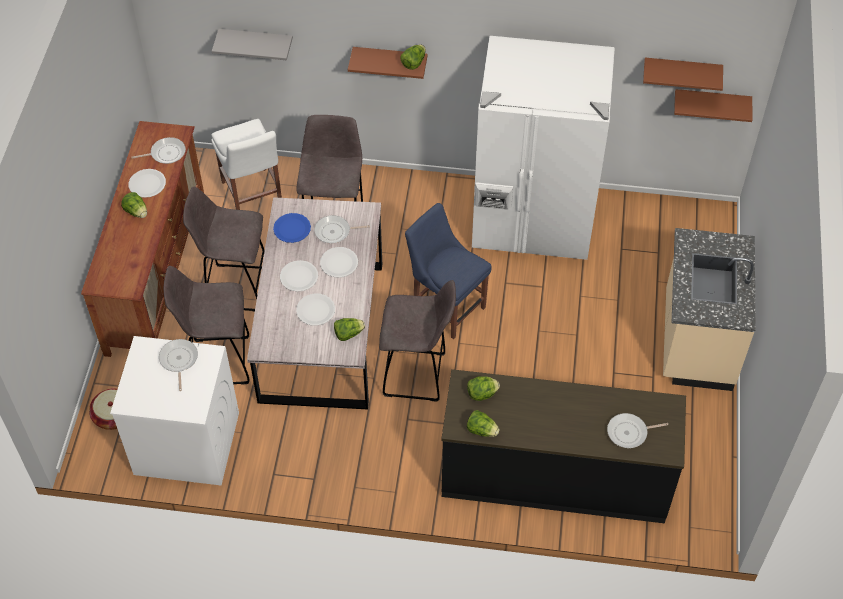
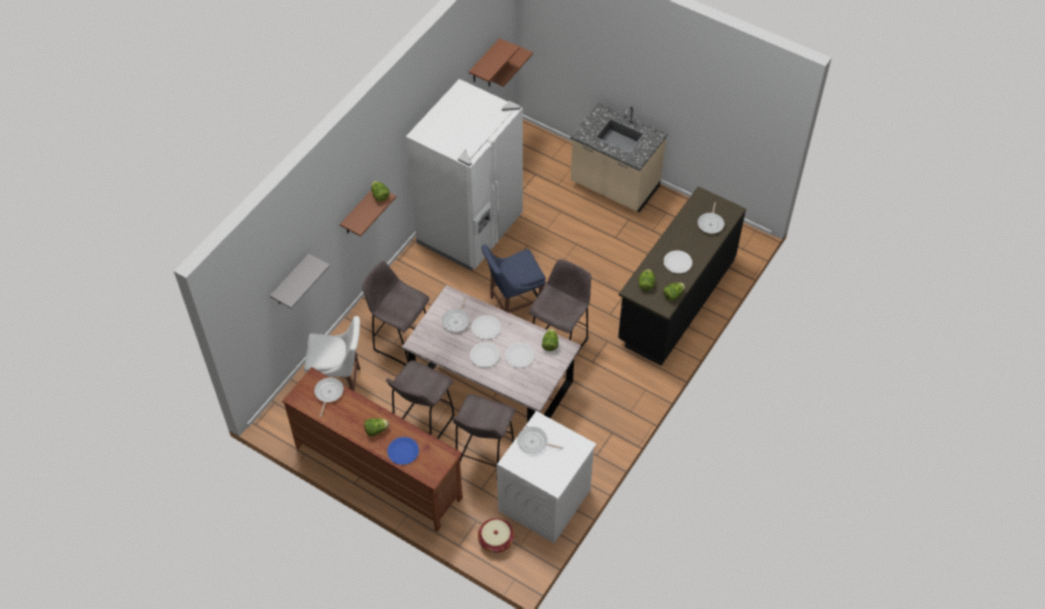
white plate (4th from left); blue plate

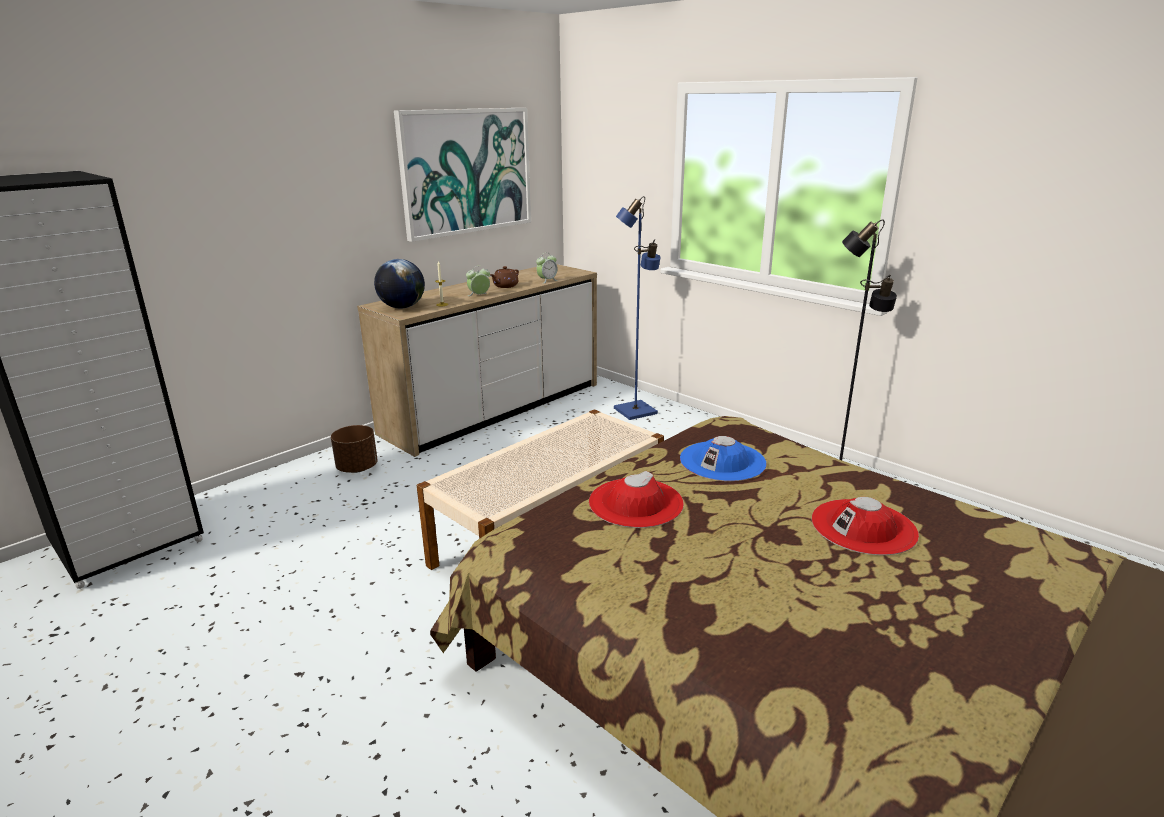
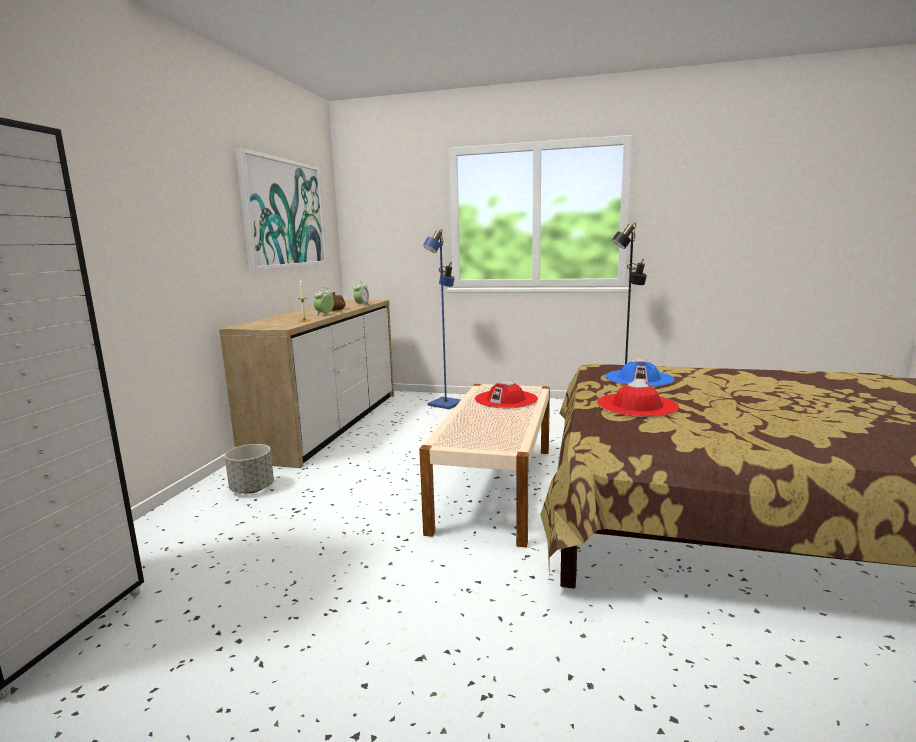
grey planter; globe; red hat (1st from left)

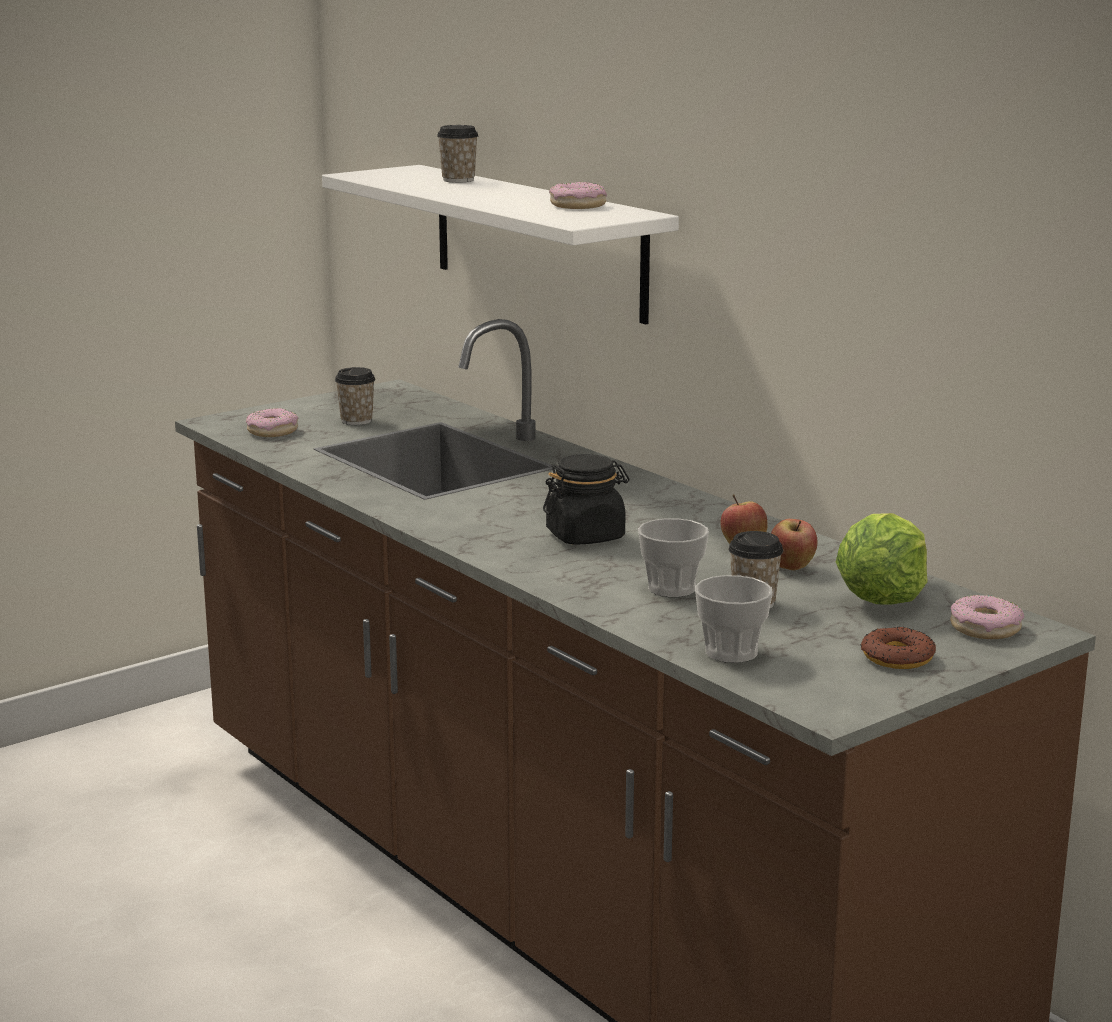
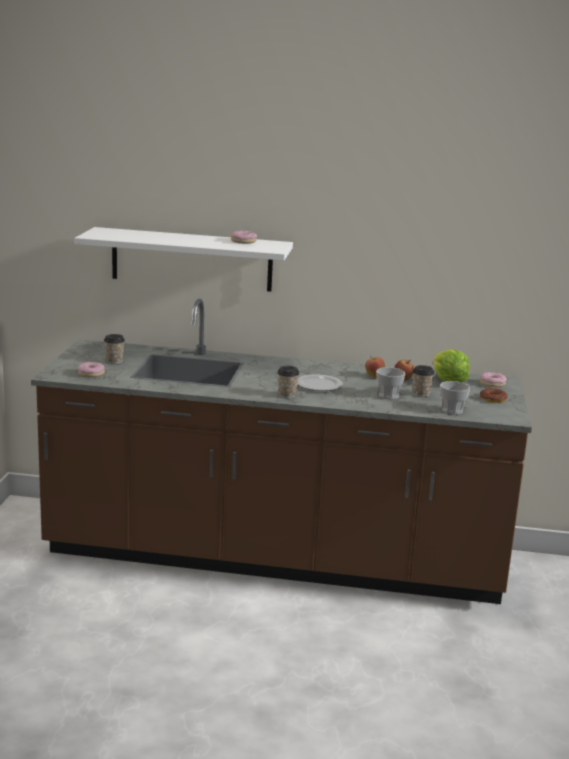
cup (2nd from left); plate

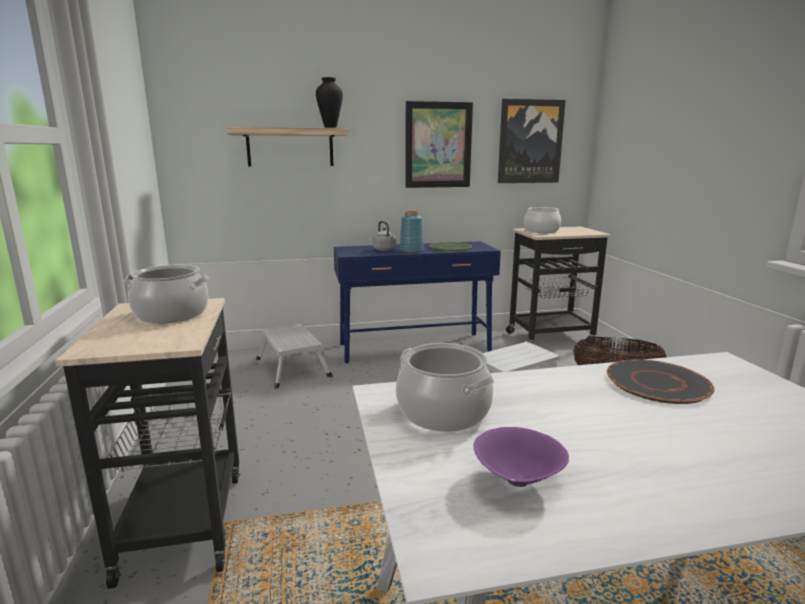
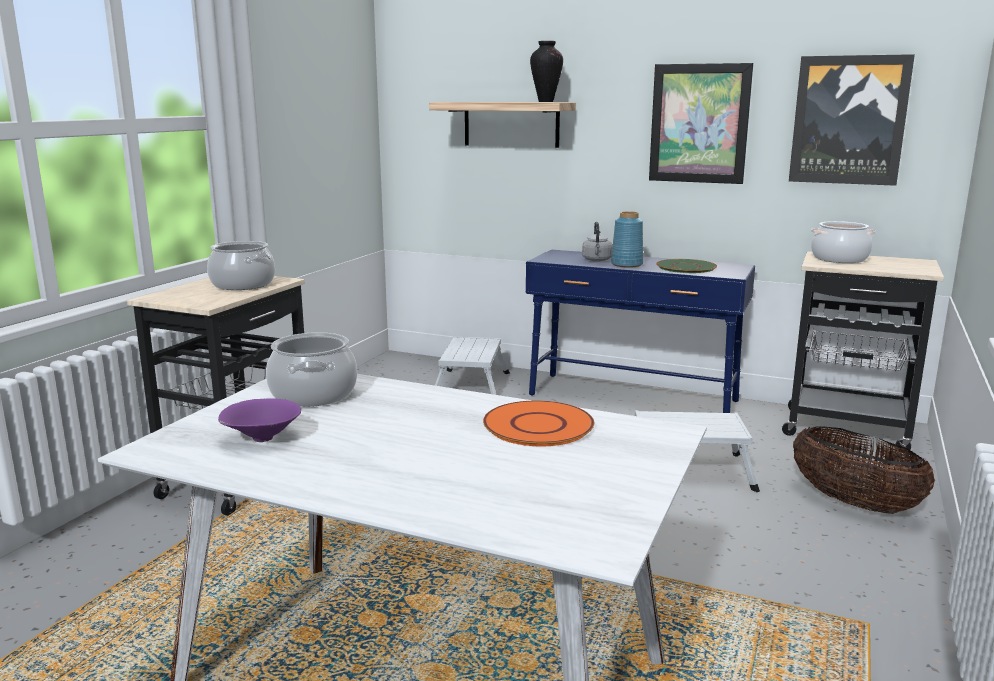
orange plate

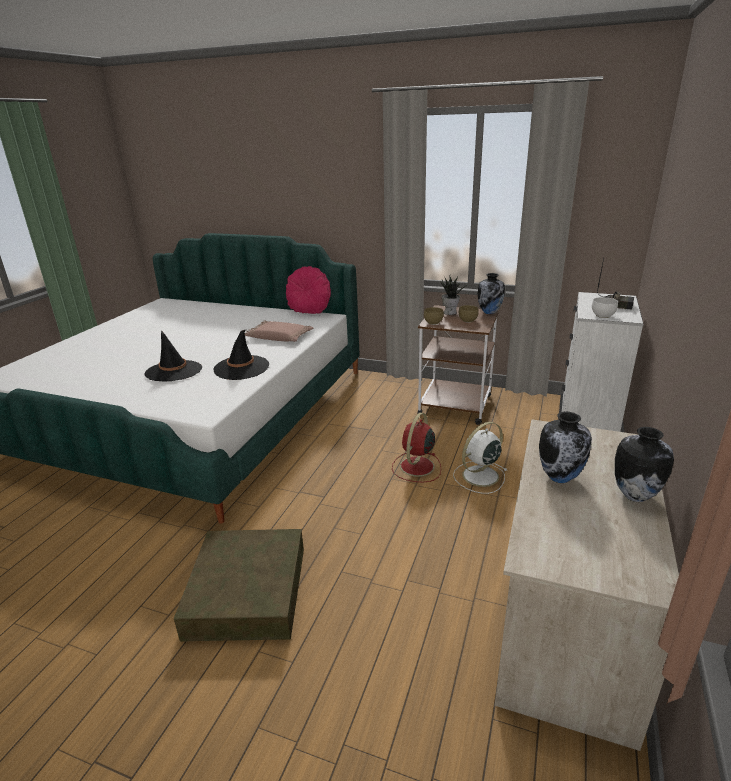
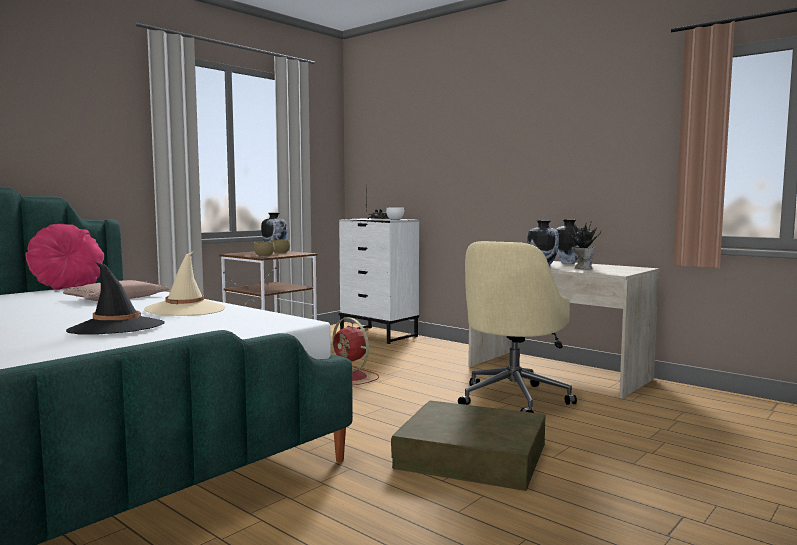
beige hat; potted plant; white fan; beige office chair

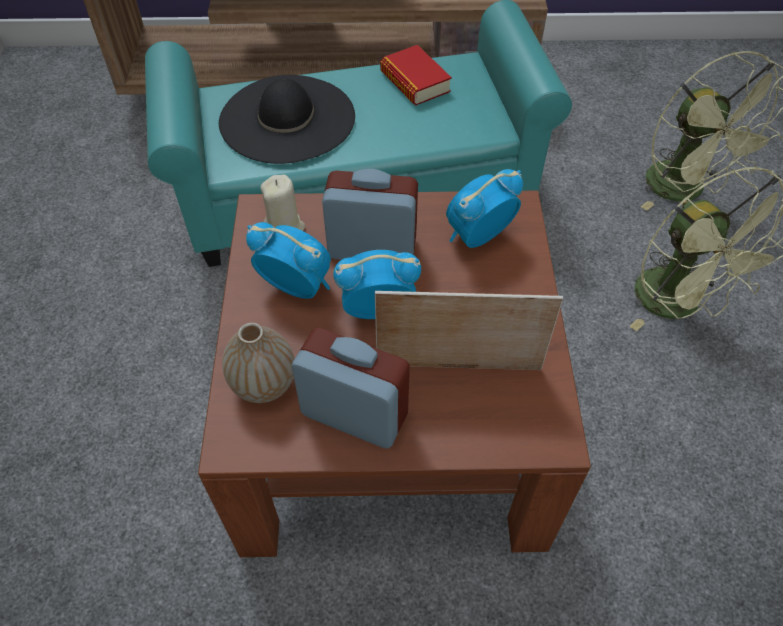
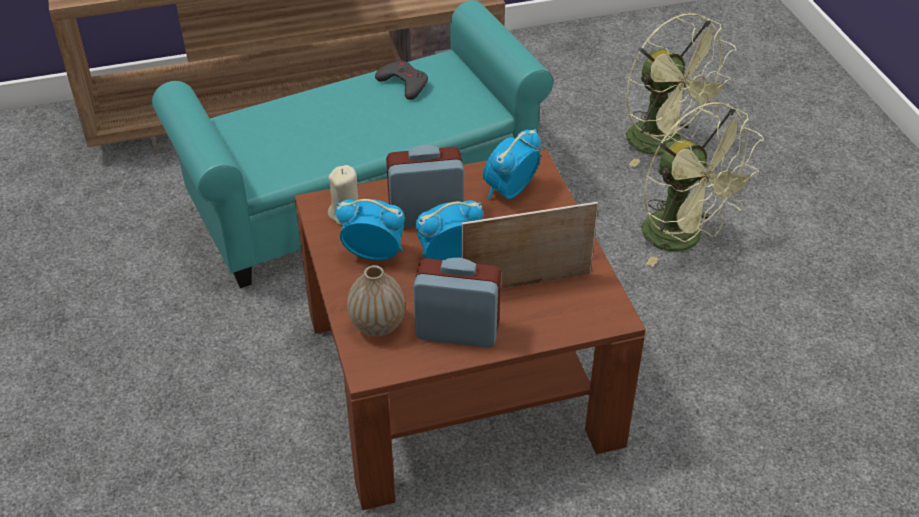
black hat; grey game controller

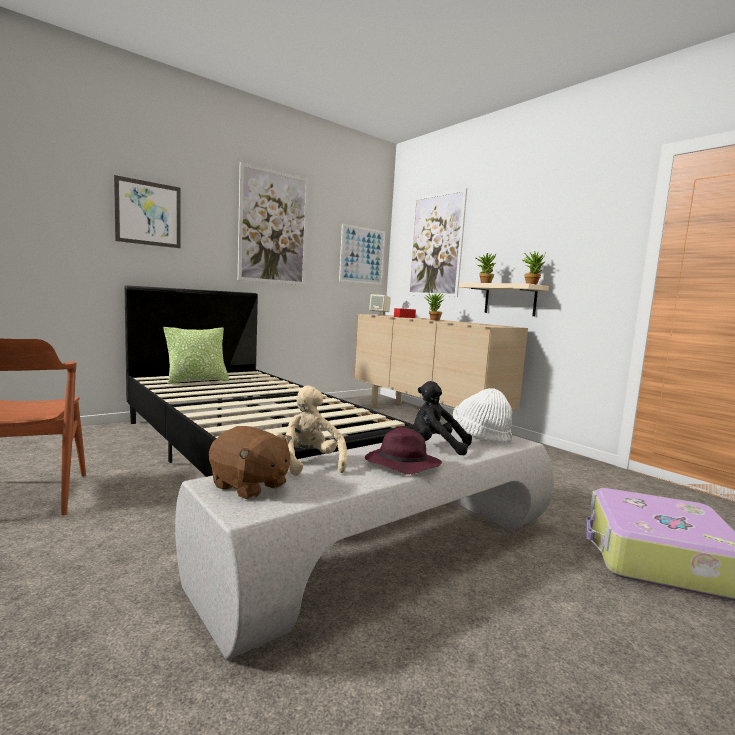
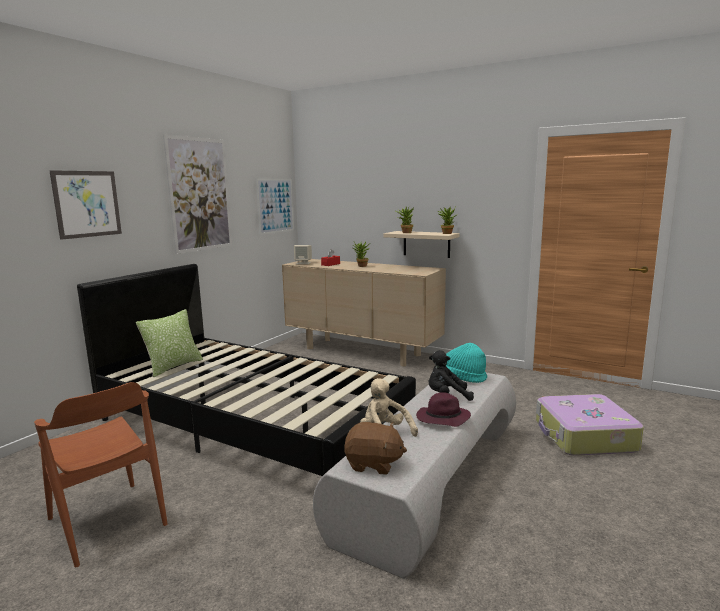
picture (4th from left in the first image); turquoise hat

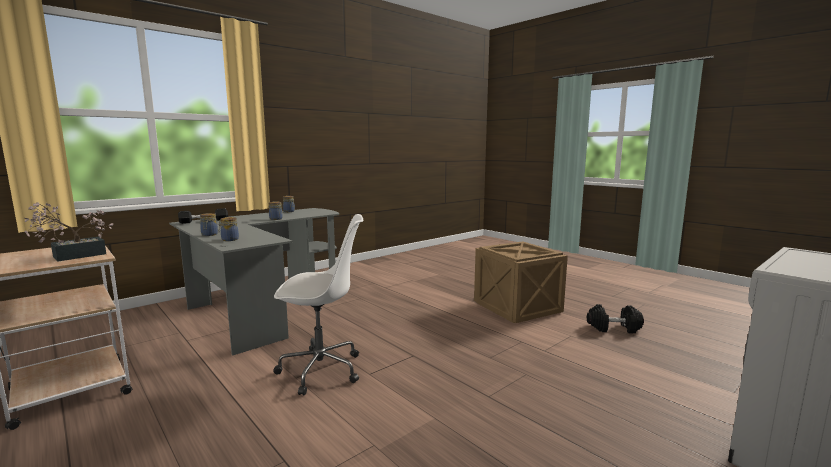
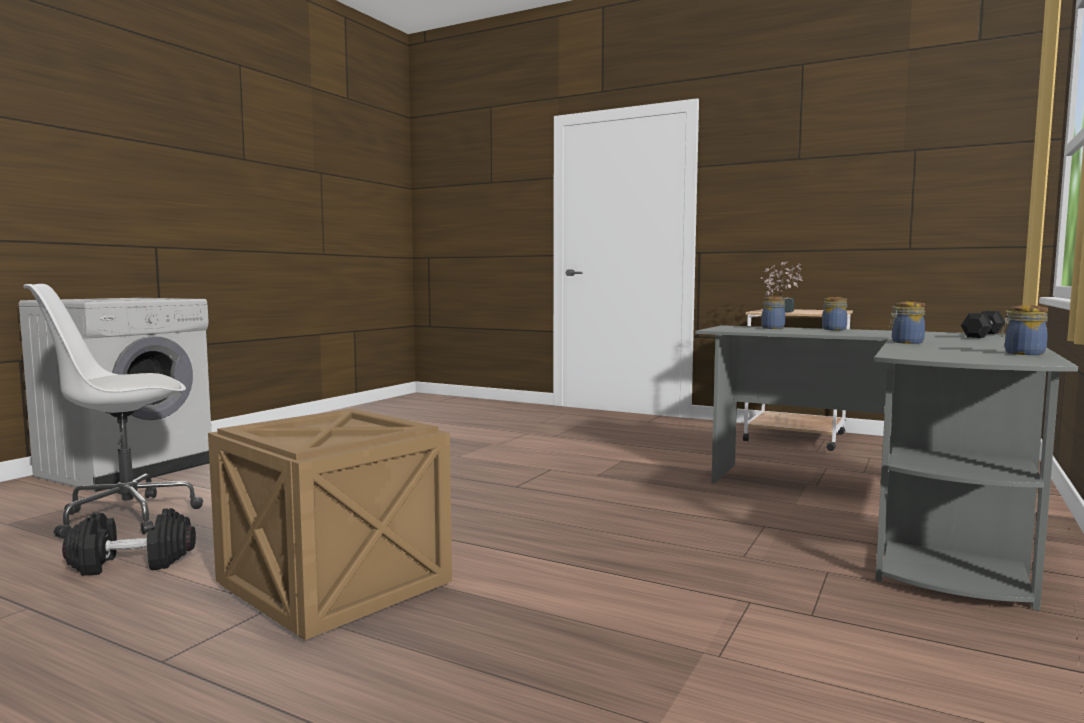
white office chair

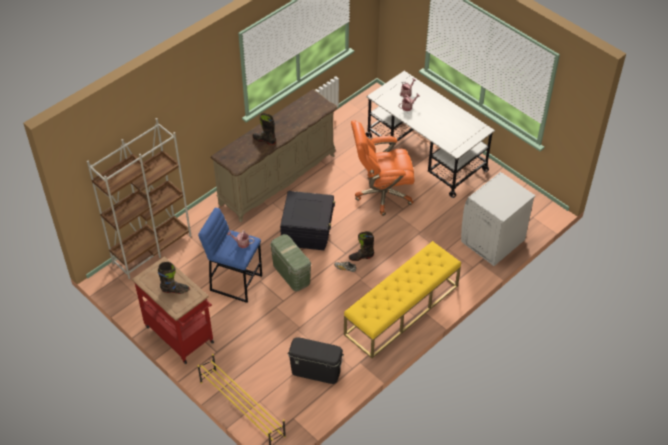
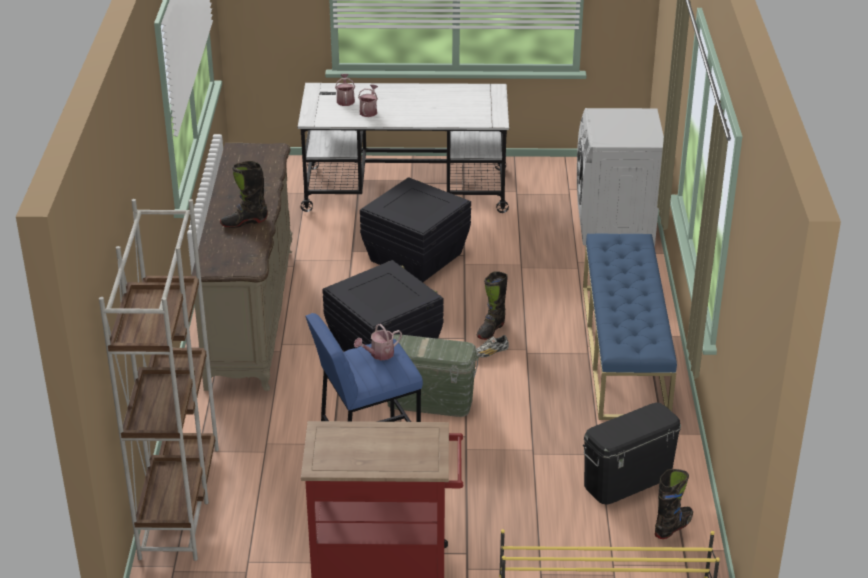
black boot (3rd from left); blue bench; black storage box (2nd from left)

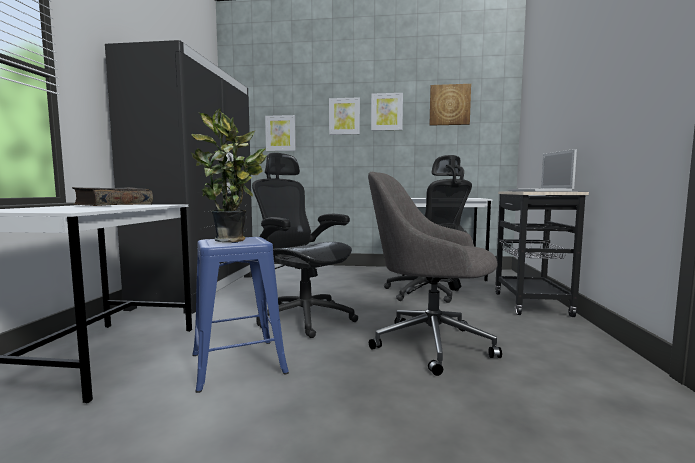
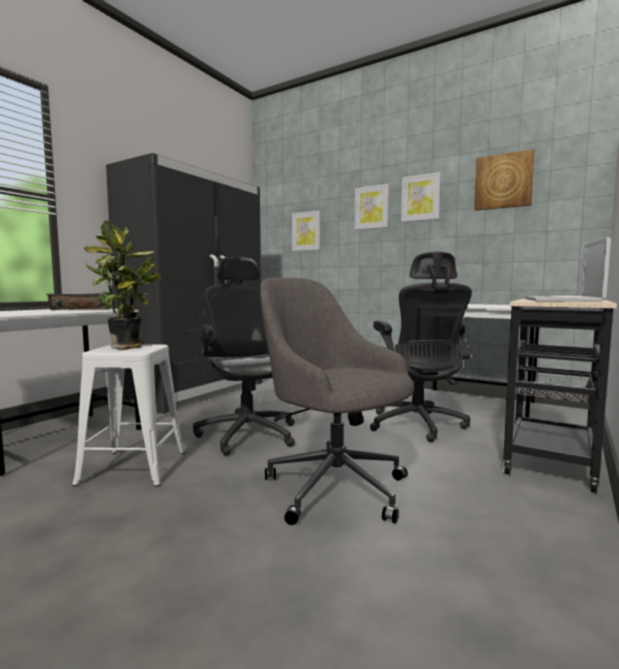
white stool

